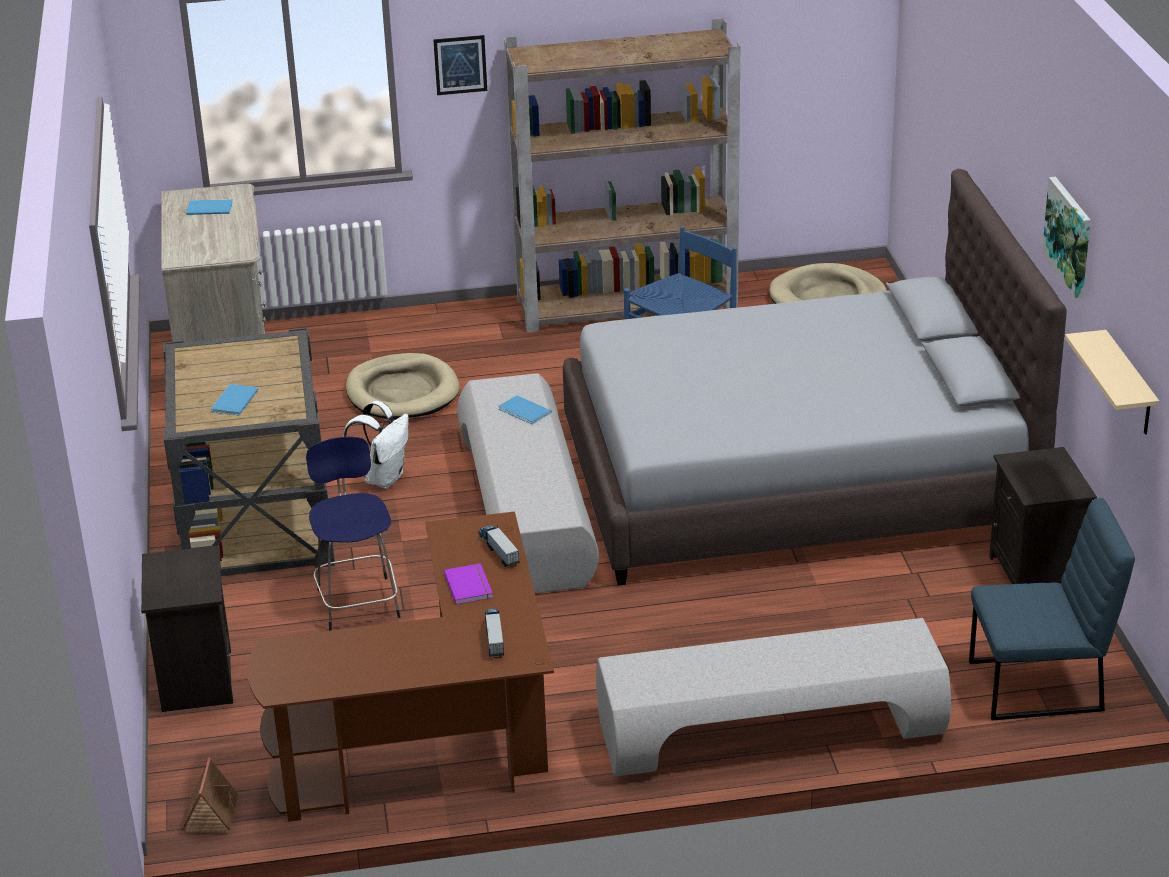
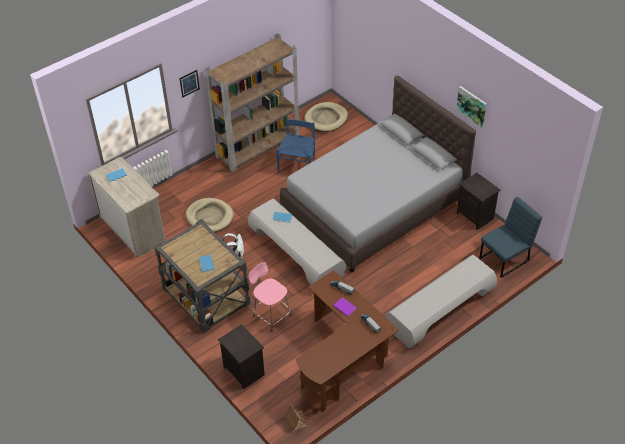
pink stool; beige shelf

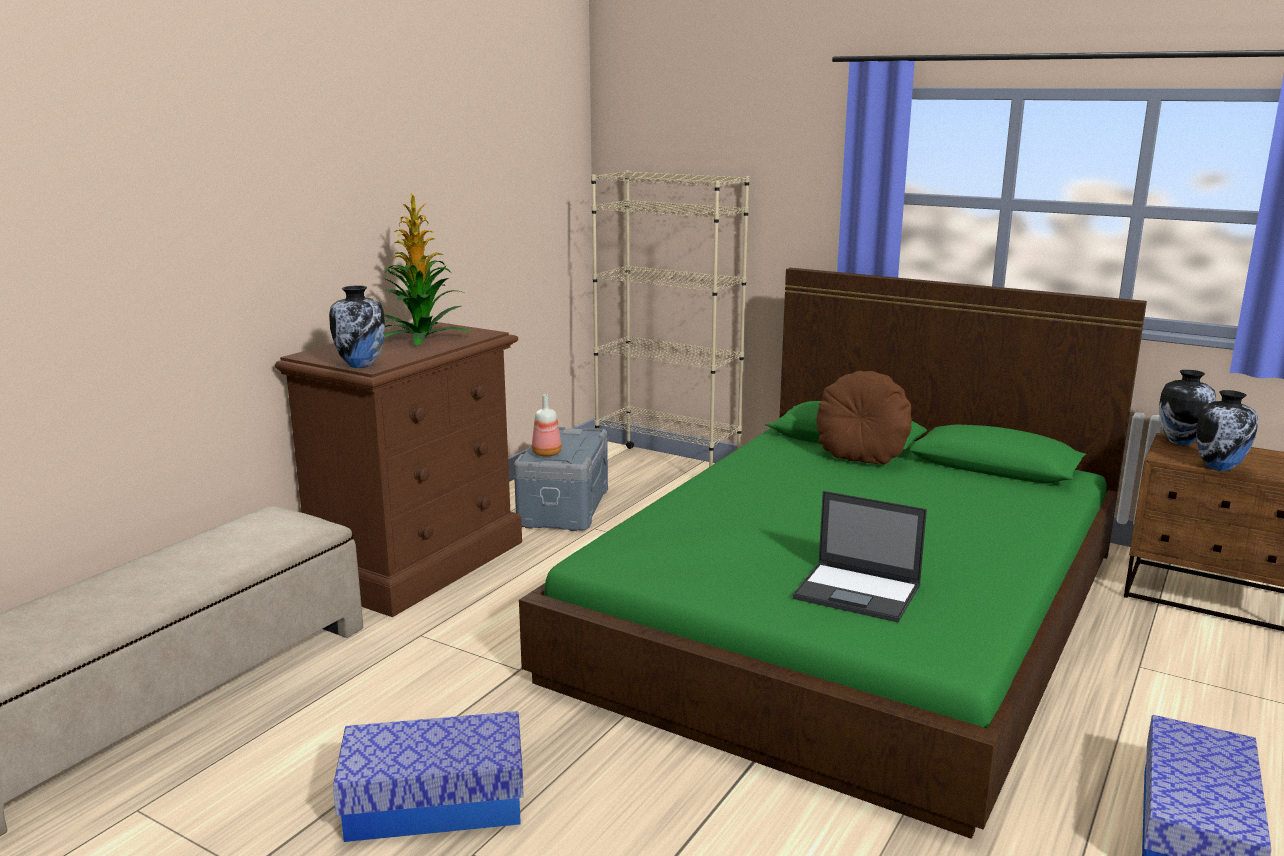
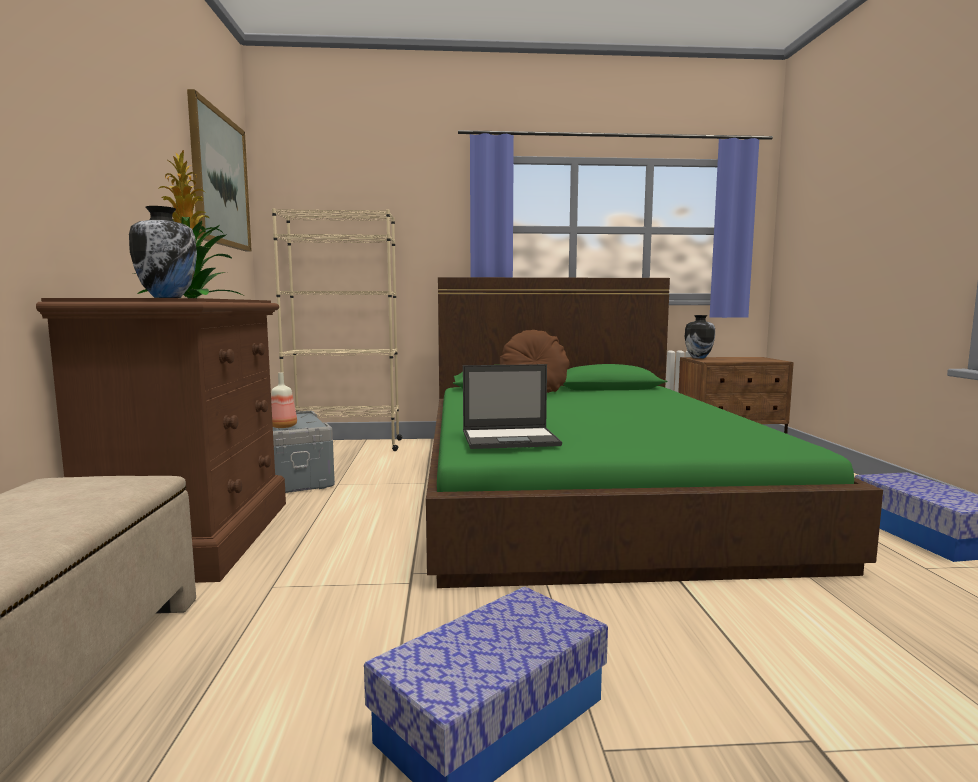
laptop; vase (3rd from left in the first image); picture

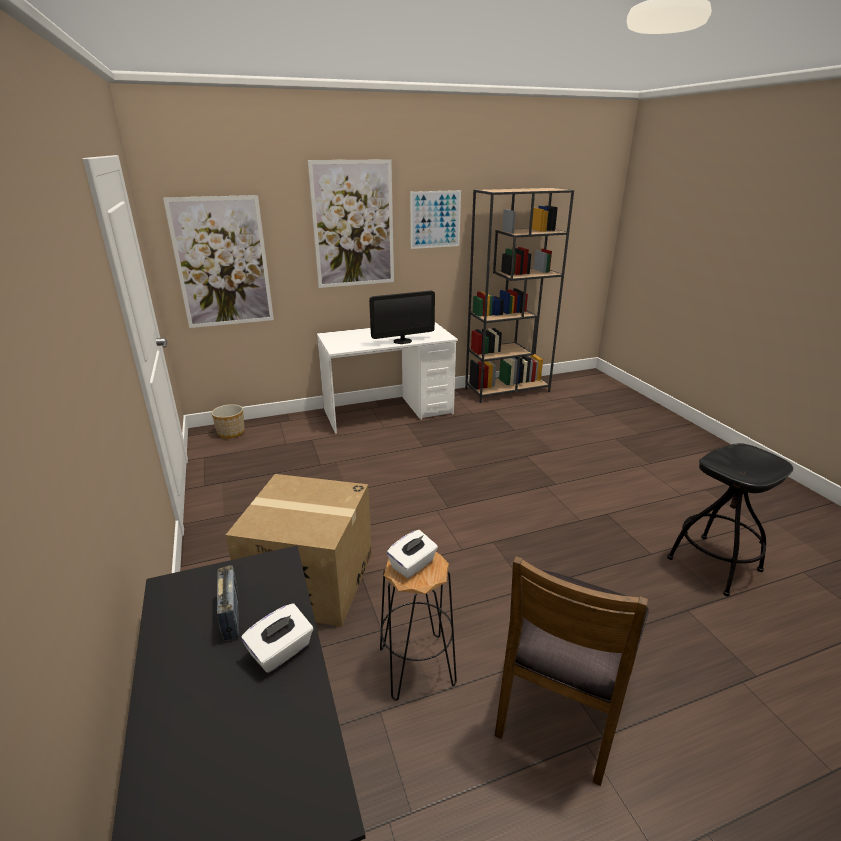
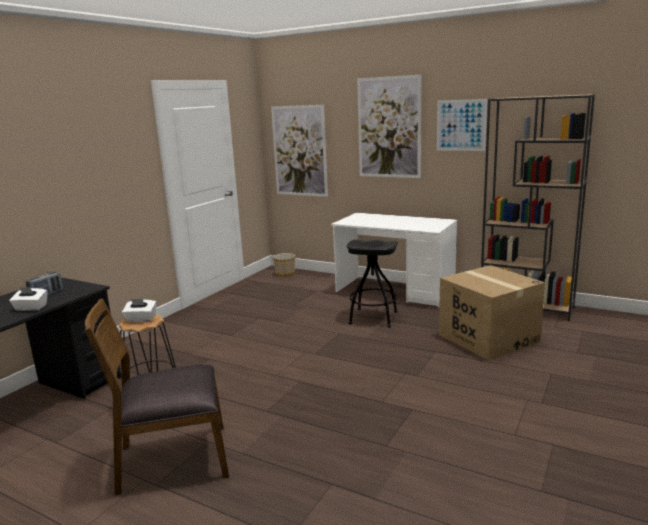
cardboard box; monitor; black stool (2nd from left)

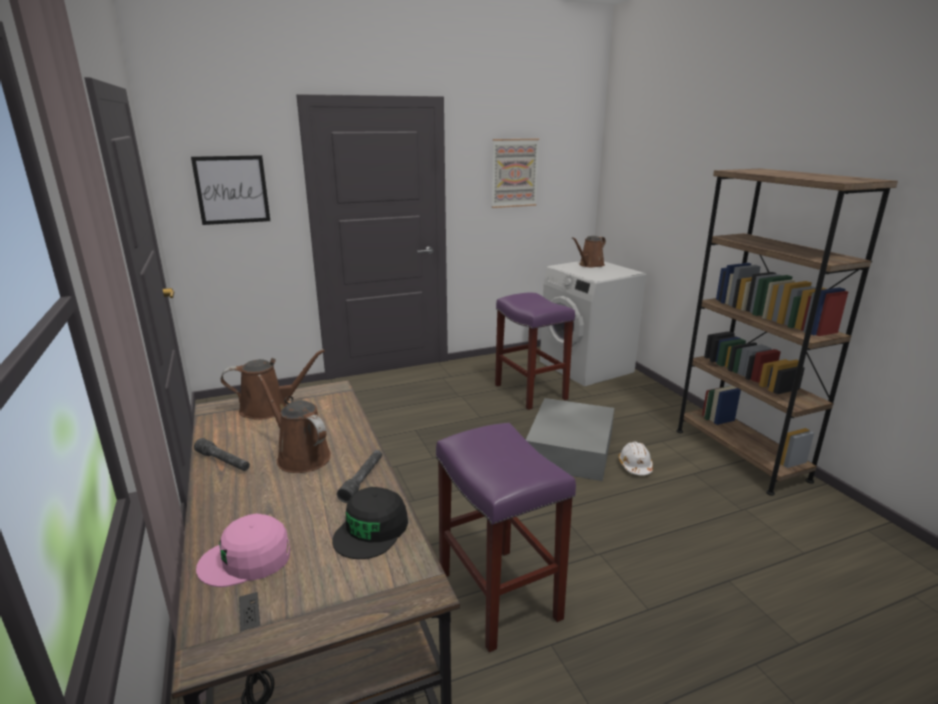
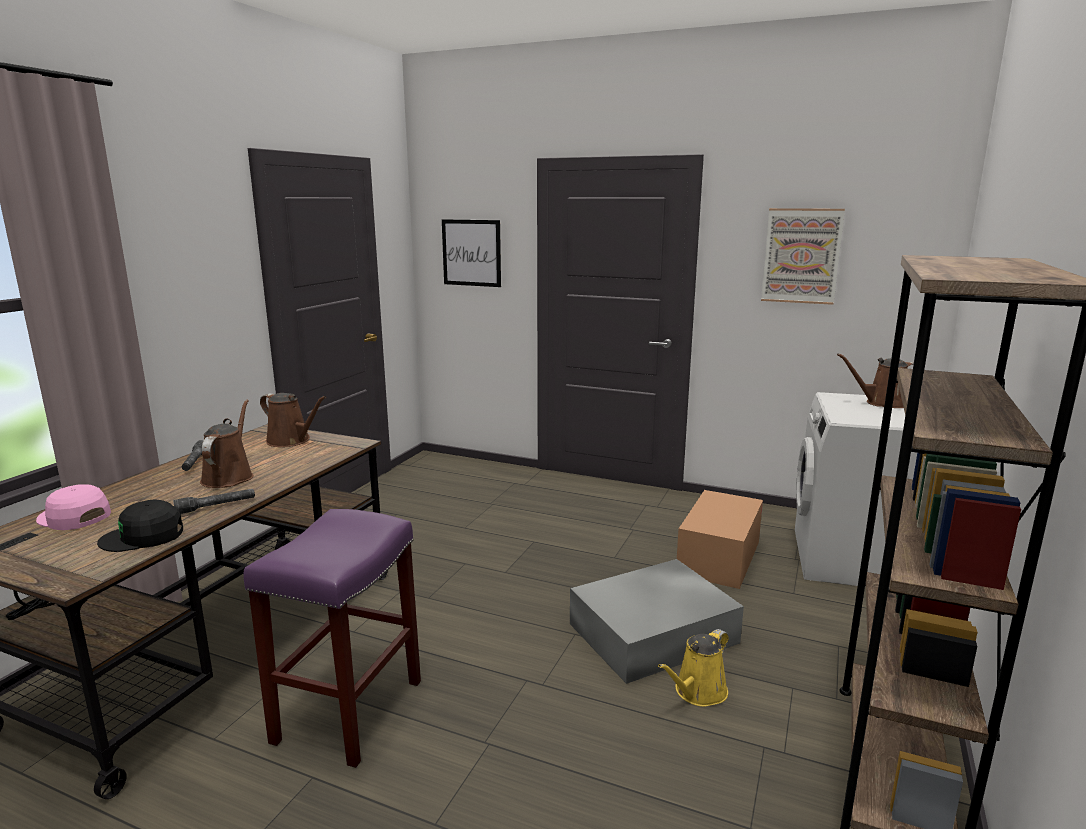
cardboard box; yellow watering can

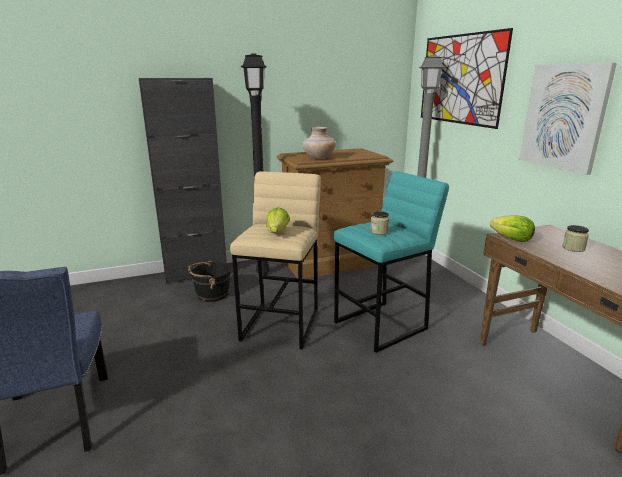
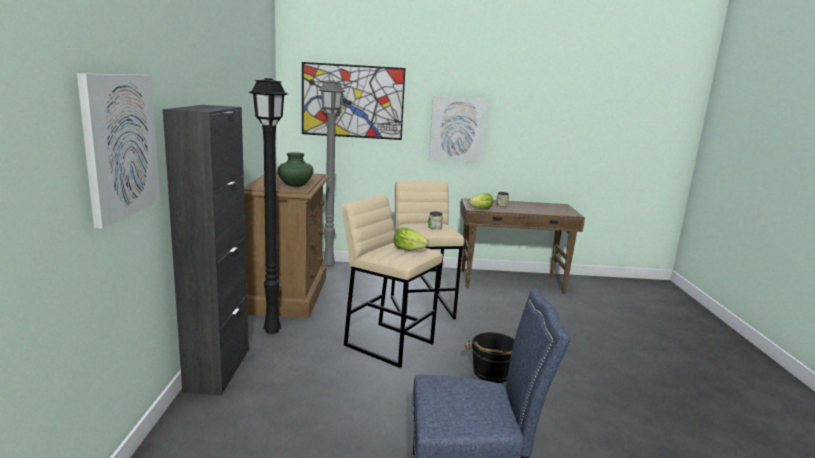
black bucket; green vase; beige stool (2nd from left); picture (1st from left)

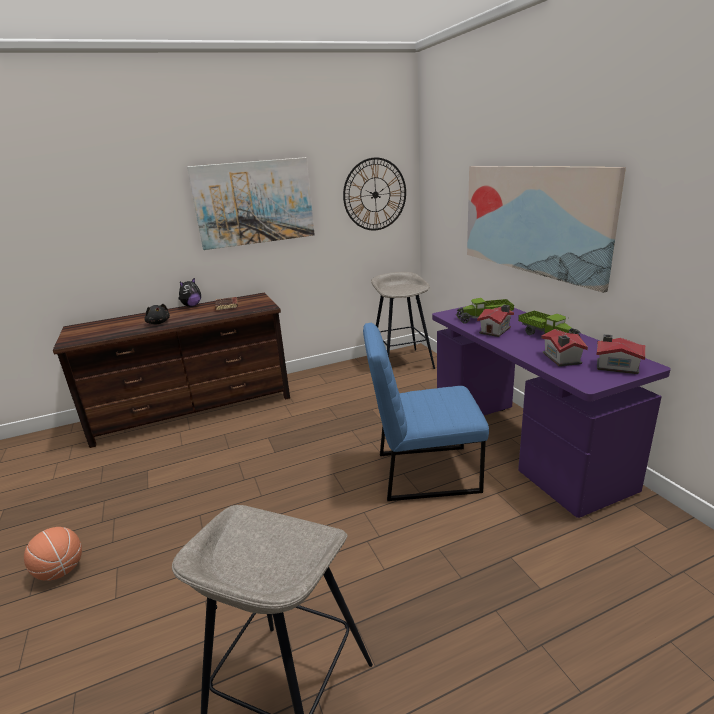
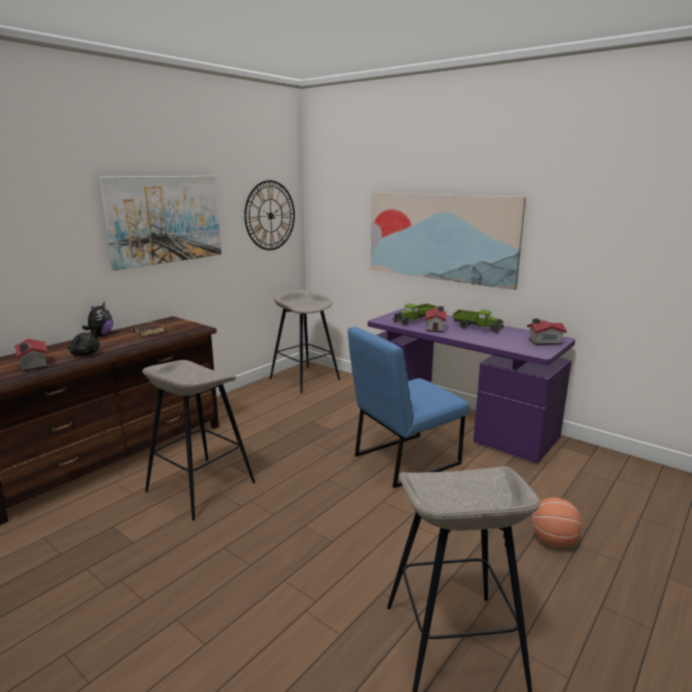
basketball; toy house (1st from left); grey stool (1st from left)

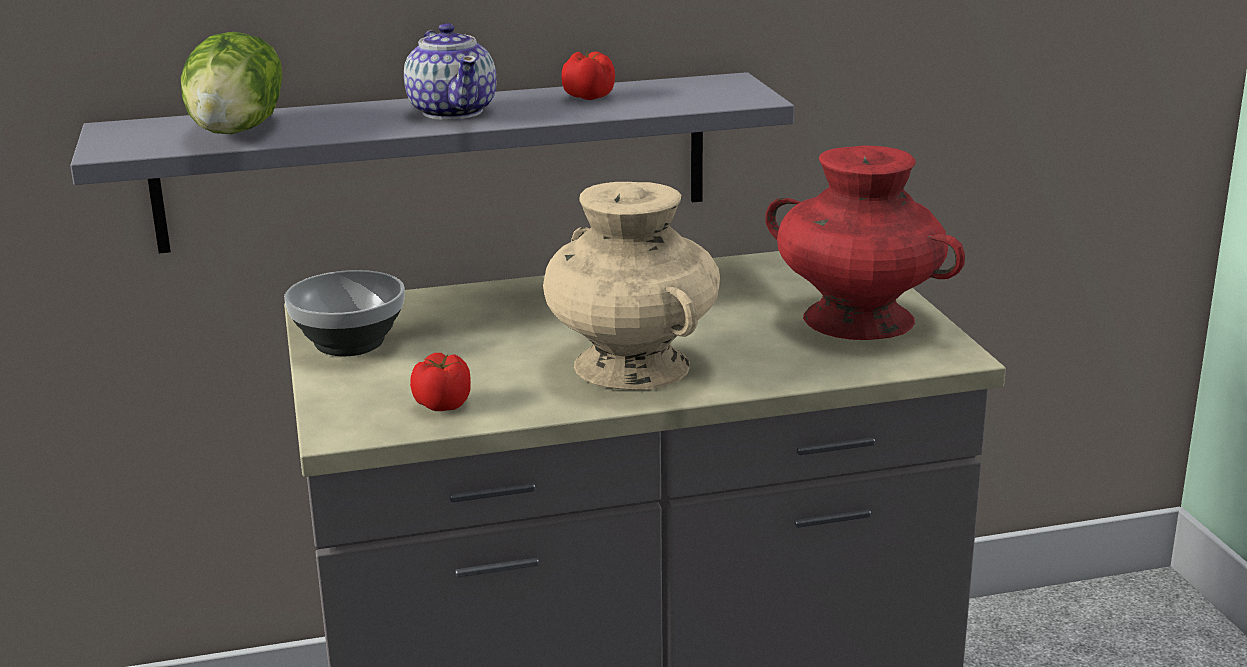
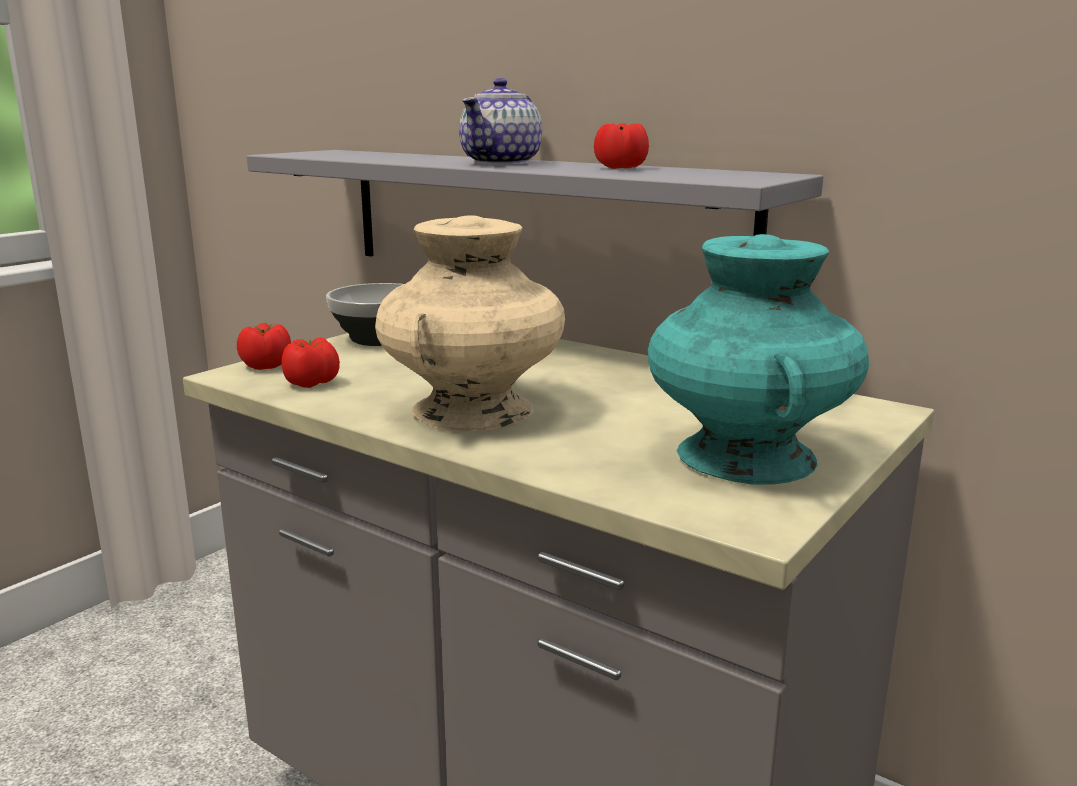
lettuce; turquoise vase; tomato (1st from left)

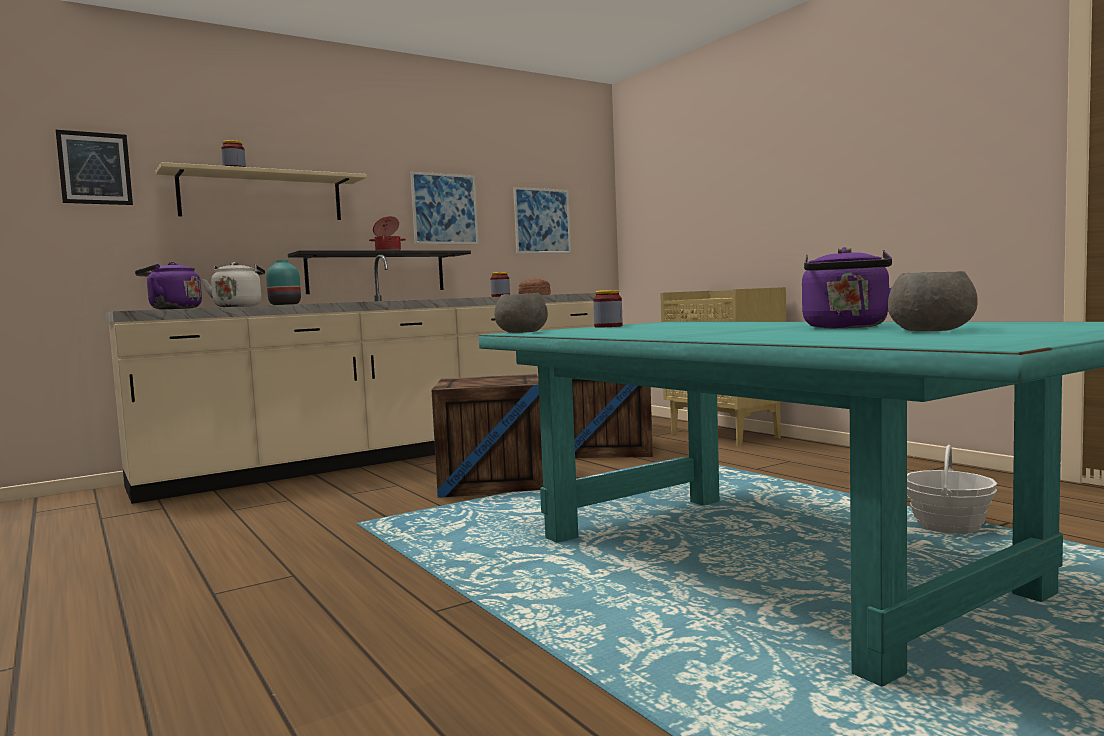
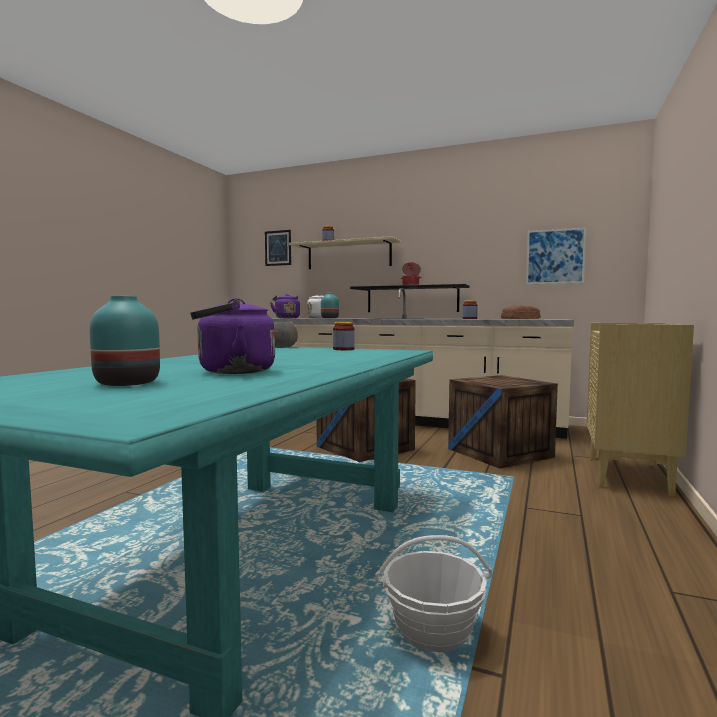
picture (2nd from left in the first image); turquoise vase (1st from left)

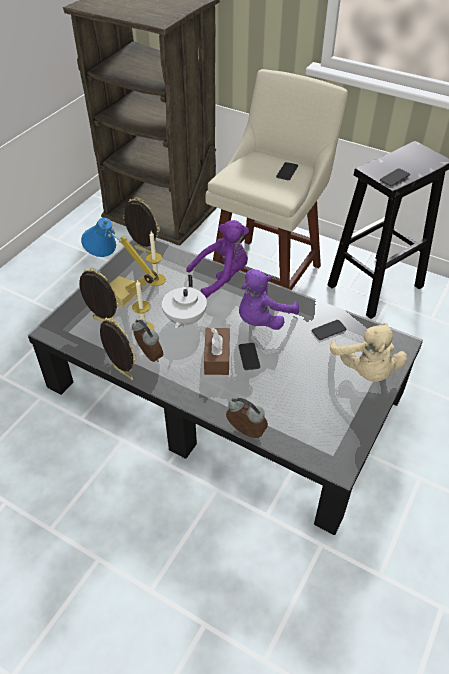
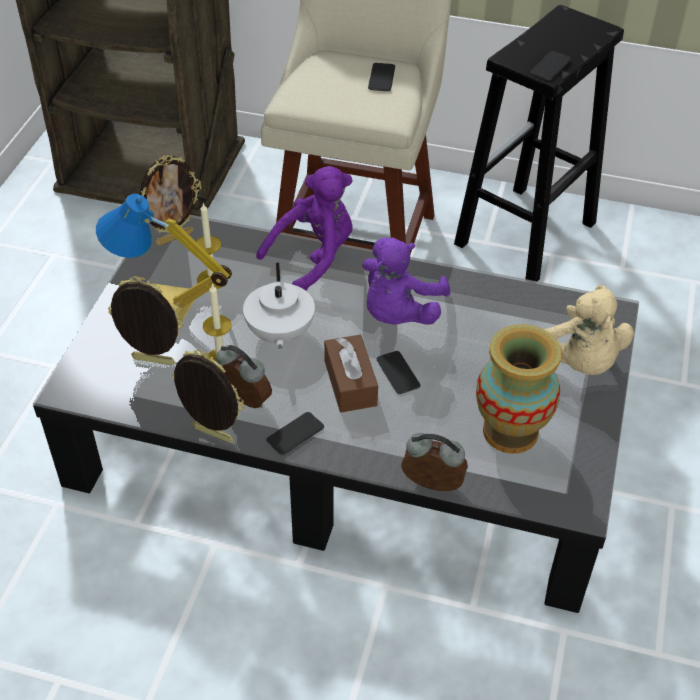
picture frame (2nd from left); phone (1st from left); vase

